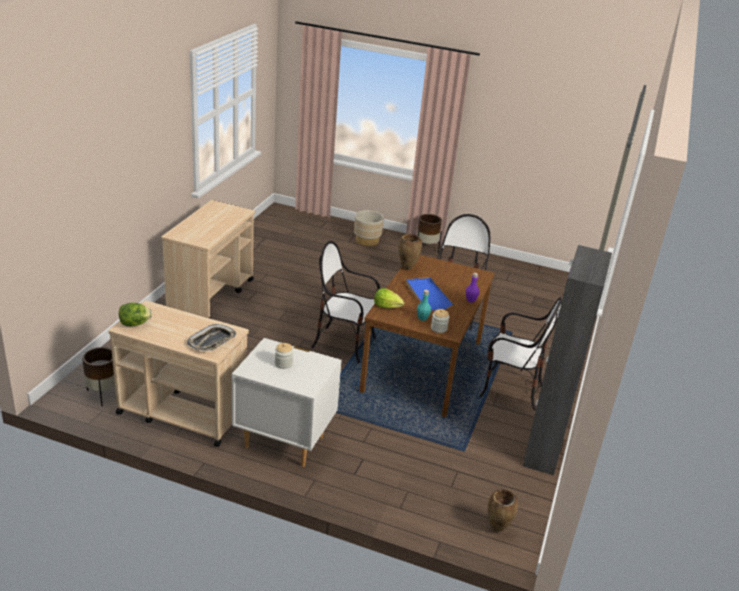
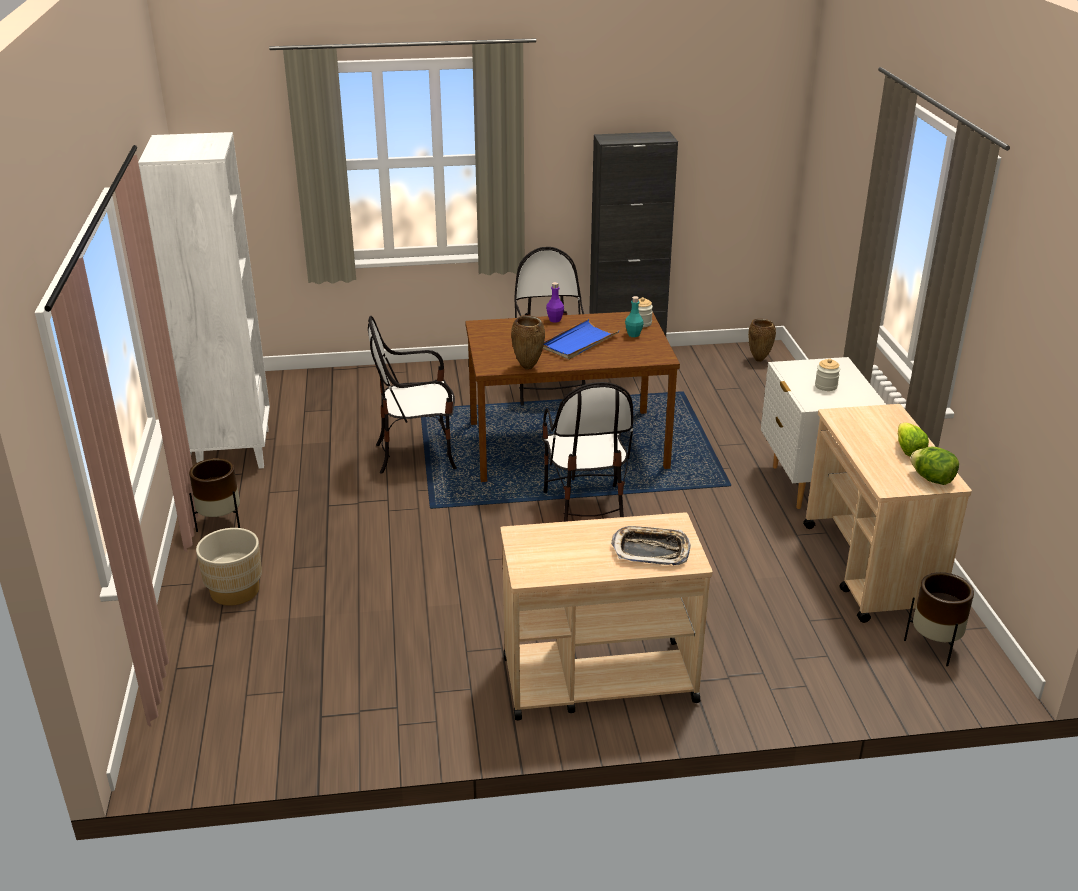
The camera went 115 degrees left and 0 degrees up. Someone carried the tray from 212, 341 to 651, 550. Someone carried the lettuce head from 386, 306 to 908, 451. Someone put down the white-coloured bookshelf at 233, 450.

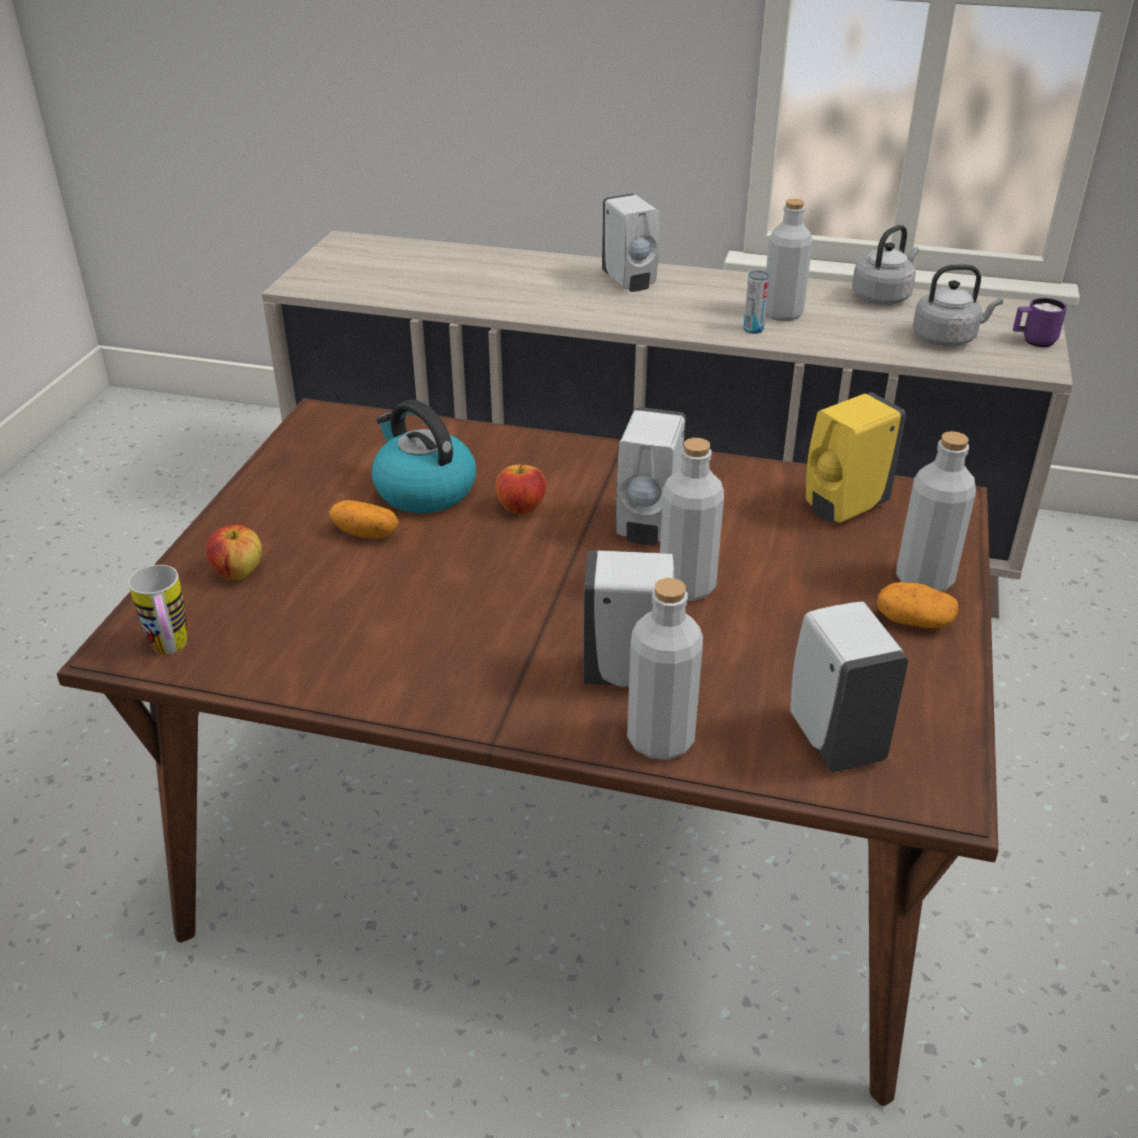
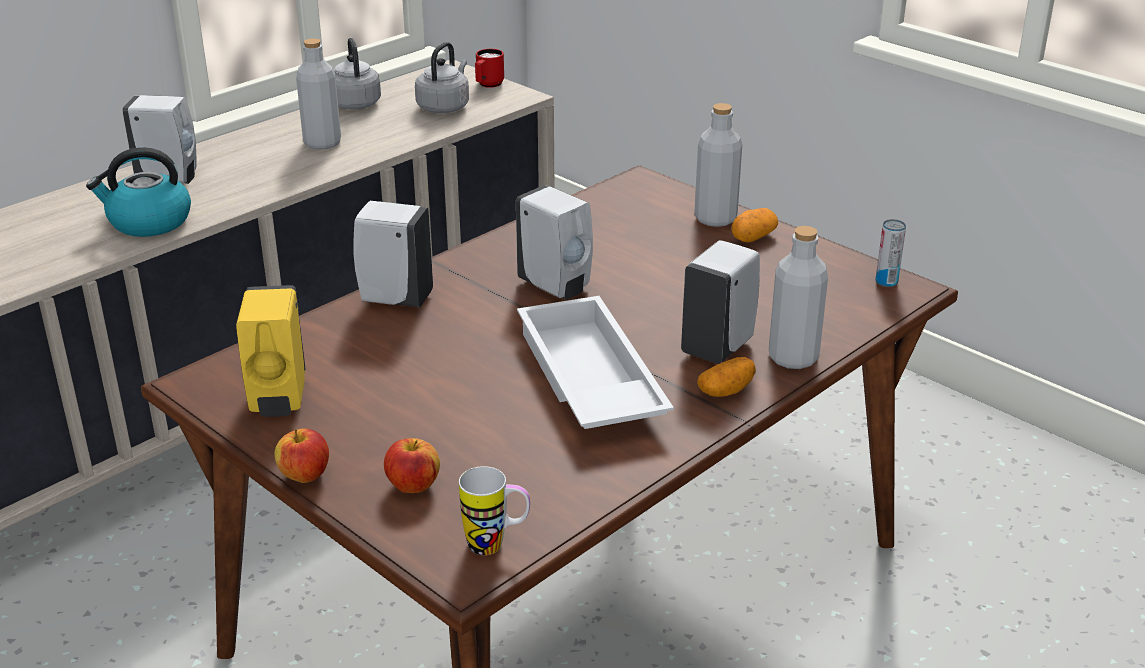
The camera went 60 degrees left and 5 degrees down. Someone carried the potato from 366, 533 to 726, 391. Someone carried the water kettle from 423, 490 to 148, 222. Someone carried the apple from 521, 508 to 305, 476. Someone took away the greyish beverage bottle at 686, 586. Someone carried the metal can from 753, 329 to 886, 282. Someone carried the white-coloured soap dispenser from 833, 737 to 393, 299. Someone carried the yellowish soap dispenser from 842, 508 to 278, 399. Someone repainted the purplish coffee mug at 1033, 341, which became the red-coloured coffee mug at 488, 85. Someone put down the white-coloured tray at 586, 380.

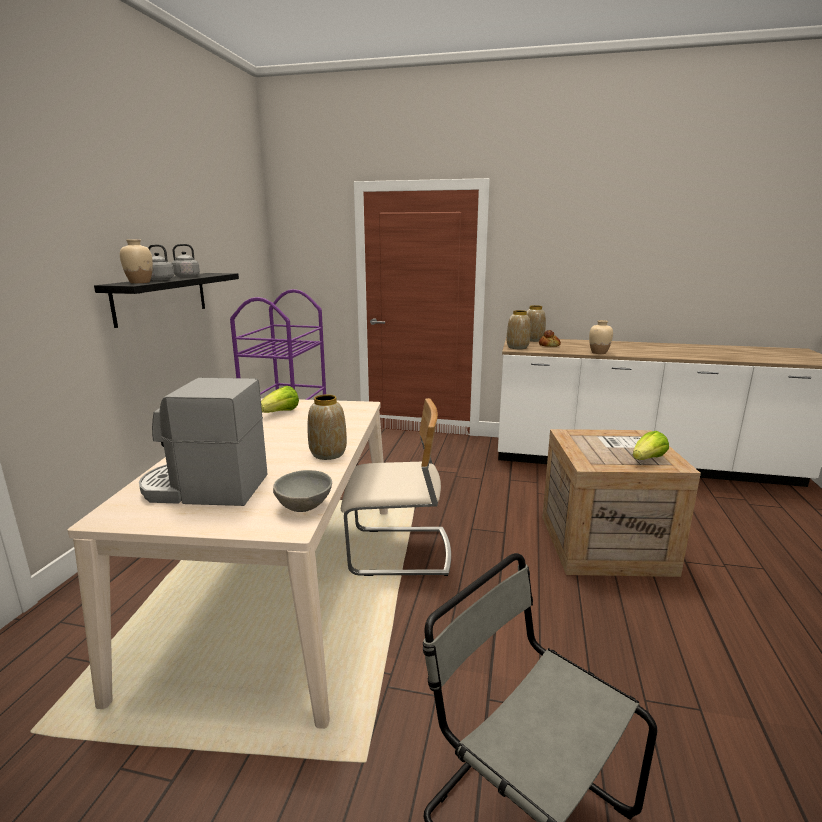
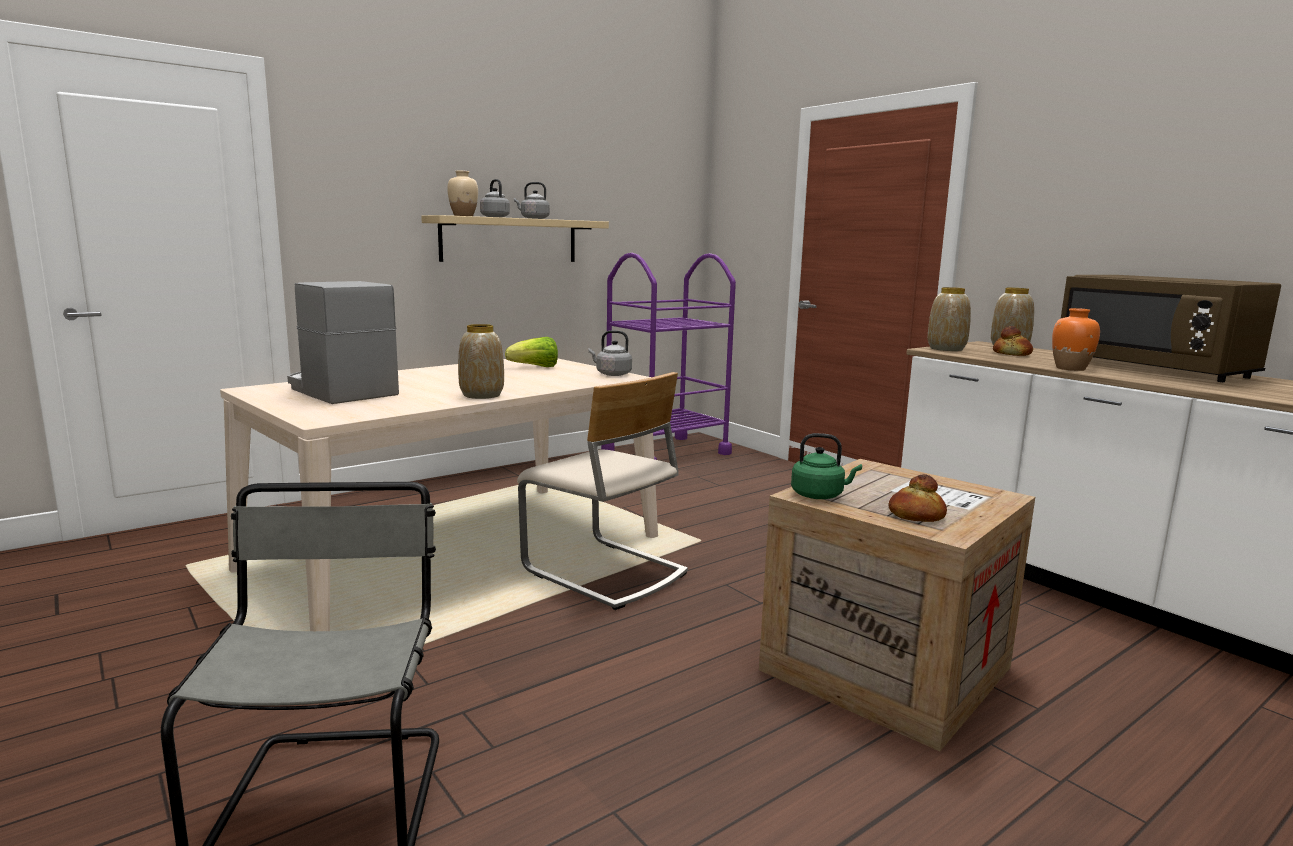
The camera went 40 degrees right and 5 degrees down. Someone repainted the black wall shelf at 161, 297, which became the beige-coloured wall shelf at 509, 240. Someone took away the greyish deep dish at 305, 507. Someone repainted the beige-coloured vase at 599, 352, which became the orange vase at 1070, 368. Someone swapped the lettuce head at 648, 459 for the bread at 916, 515. Someone put down the greyish water kettle at 611, 374. Someone put down the green water kettle at 820, 495. Someone put down the brown-coloured kitchen microwave at 1154, 369.

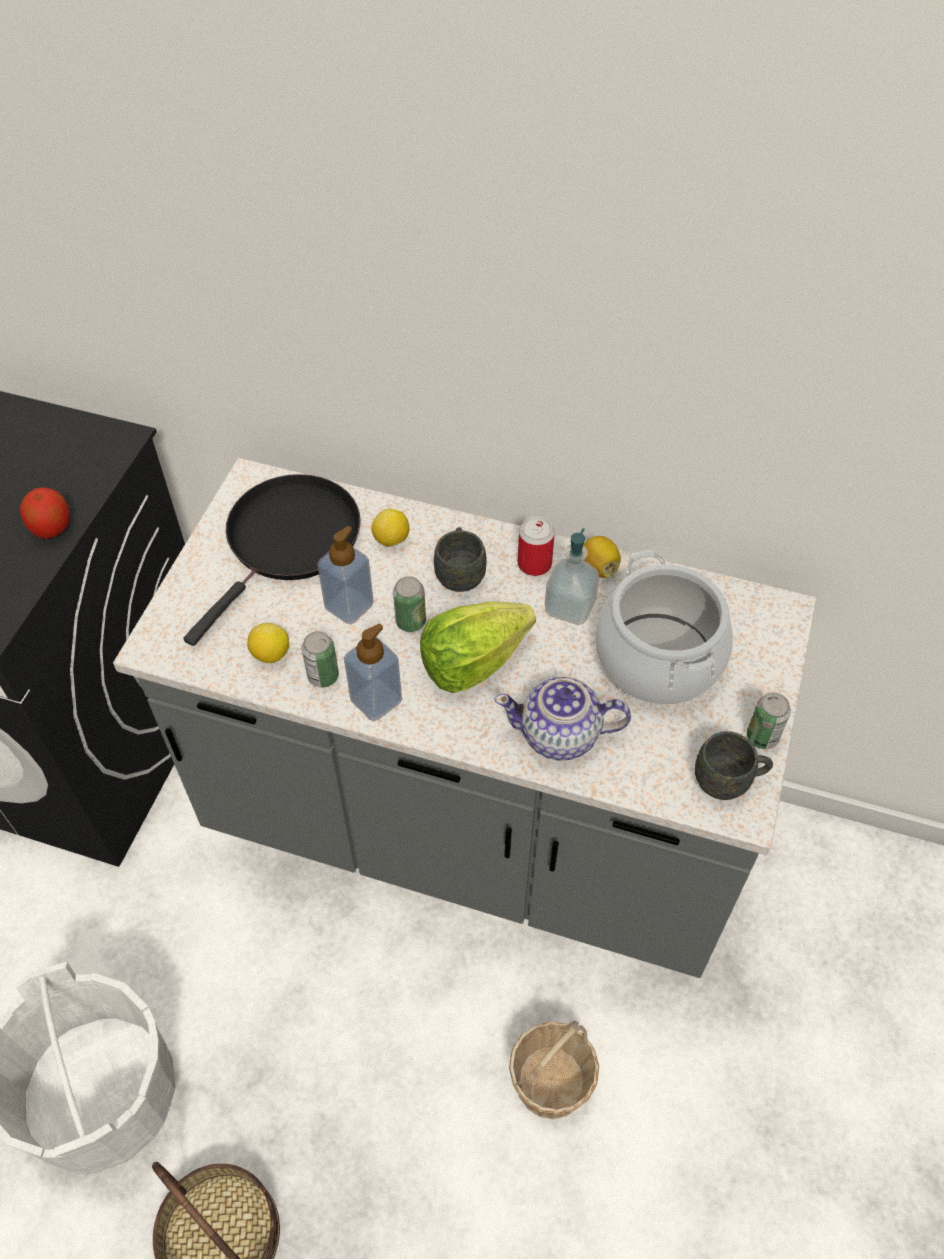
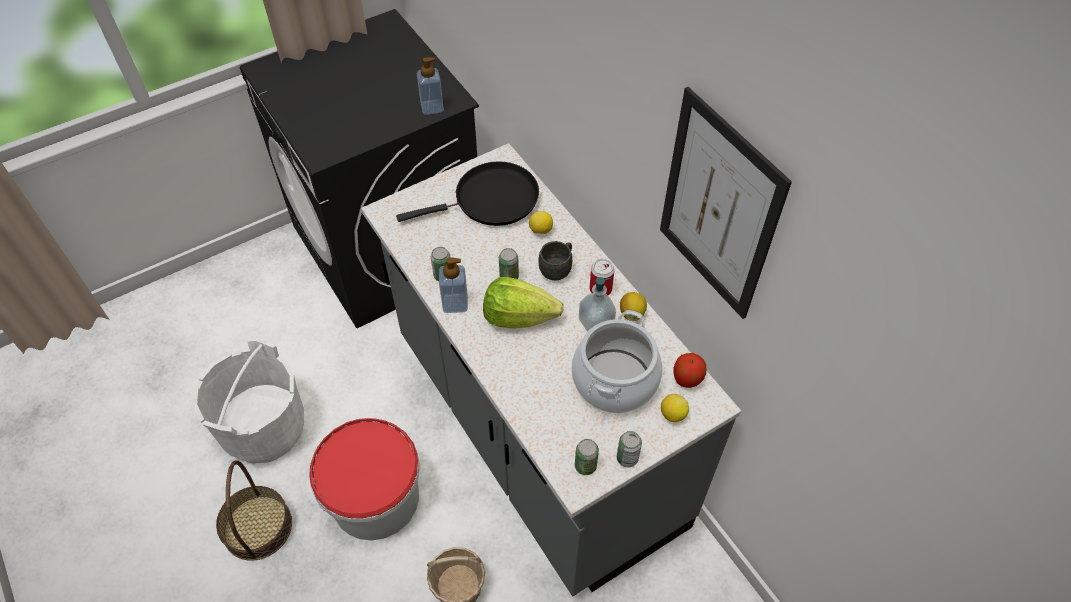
The camera went 40 degrees right and 0 degrees up. Someone carried the apple from 52, 529 to 687, 379. Someone carried the lemon from 270, 654 to 672, 414. Someone carried the soap dispenser from 349, 606 to 432, 107. Someone took away the teapot at 560, 735. Someone swapped the greyish coffee mug at 729, 780 for the metal can at 585, 466. Someone put down the water bucket at 375, 498. Someone put up the wall art at 718, 208.

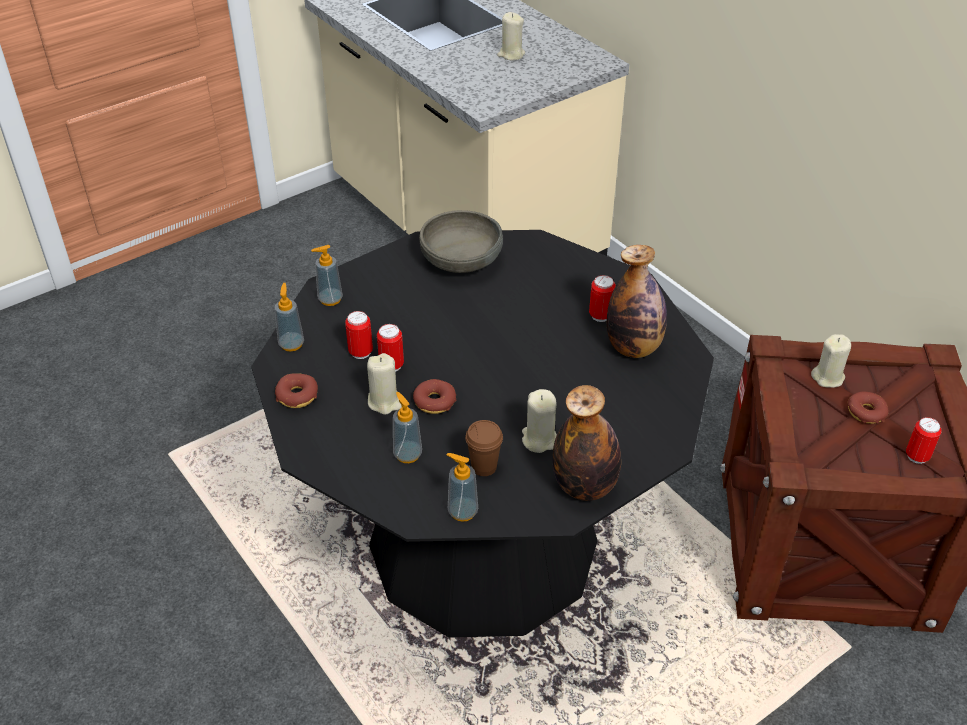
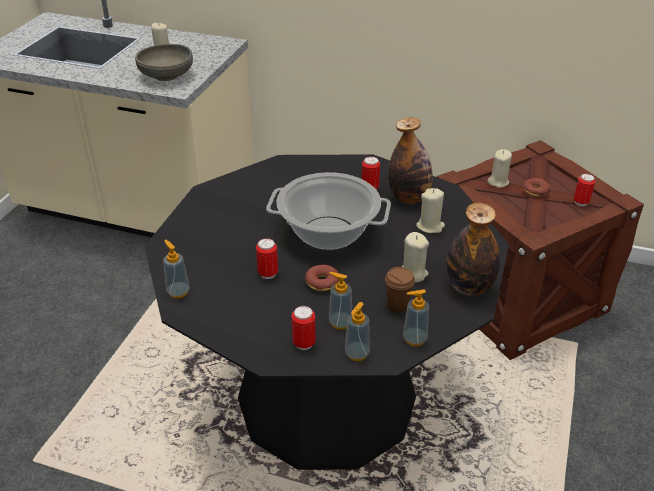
The camera went 35 degrees left and 5 degrees down. Someone took away the ring doughnut at 297, 396. Someone carried the soap dispenser from 330, 299 to 357, 354. Someone carried the metal can from 360, 352 to 304, 343. Someone carried the beige-coloured wax light from 385, 402 to 430, 226. Someone carried the greyish deep dish from 461, 261 to 166, 76. Someone put down the stockpot at 329, 233.

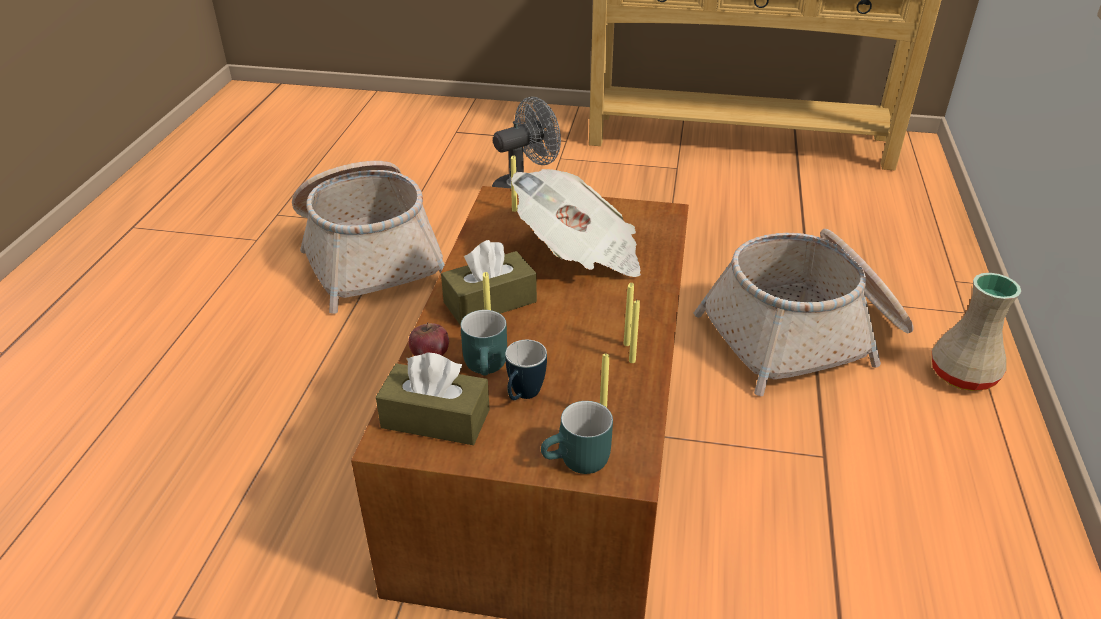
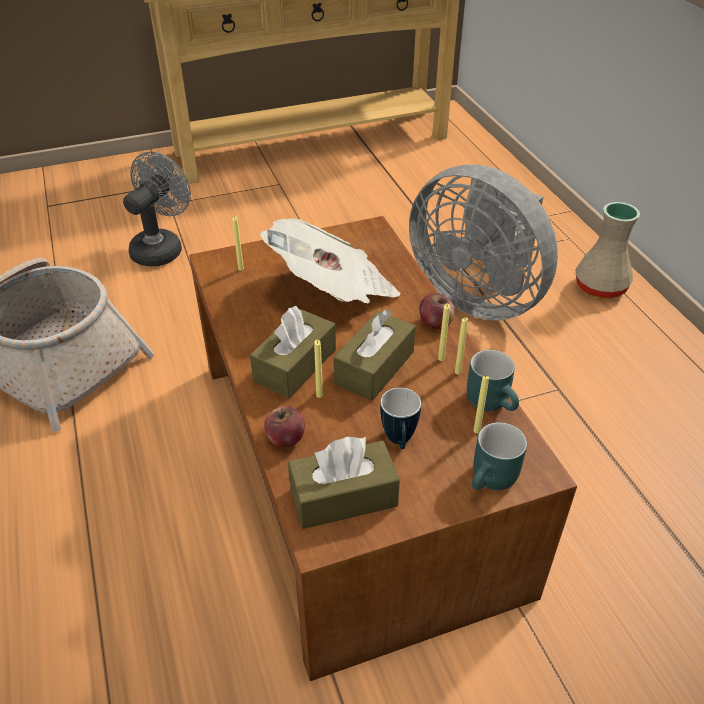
The camera went 30 degrees left and 5 degrees up. Someone carried the turquoise-coloured coffee mug from 488, 366 to 493, 401. Someone swapped the household basket at 805, 335 for the greyish electric fan at 477, 296. Someone put down the brown-coloured tissue holder at 374, 367. Someone put down the apple at 436, 323.

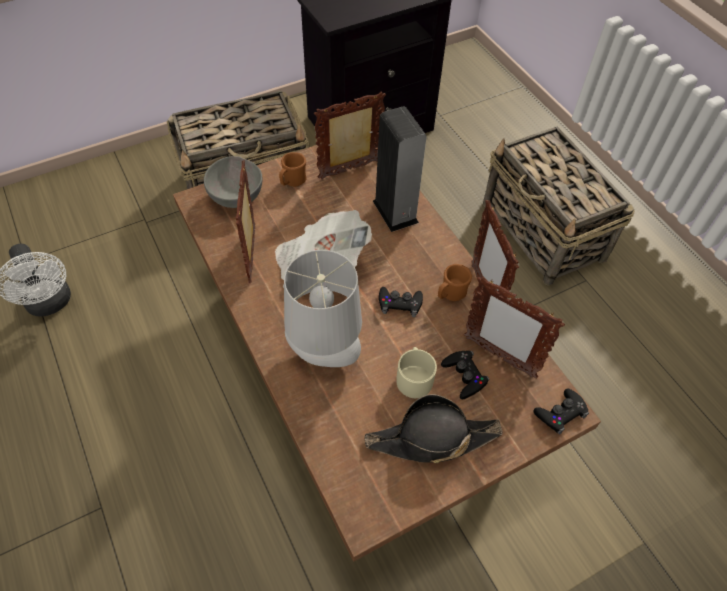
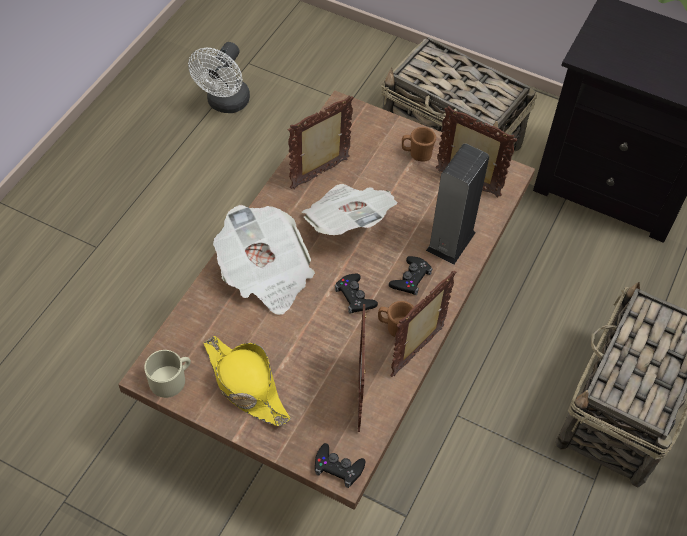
The camera went 55 degrees right and 0 degrees up. Someone took away the greyish deep dish at 237, 195. Someone swapped the greyish tabletop lamp at 325, 355 for the newspaper at 266, 274. Someone repainted the black hat at 431, 439, which became the yellowish hat at 245, 384. Someone carried the beige-coloured coffee mug from 414, 377 to 171, 379. Someone carried the black game controller from 464, 376 to 410, 279.

